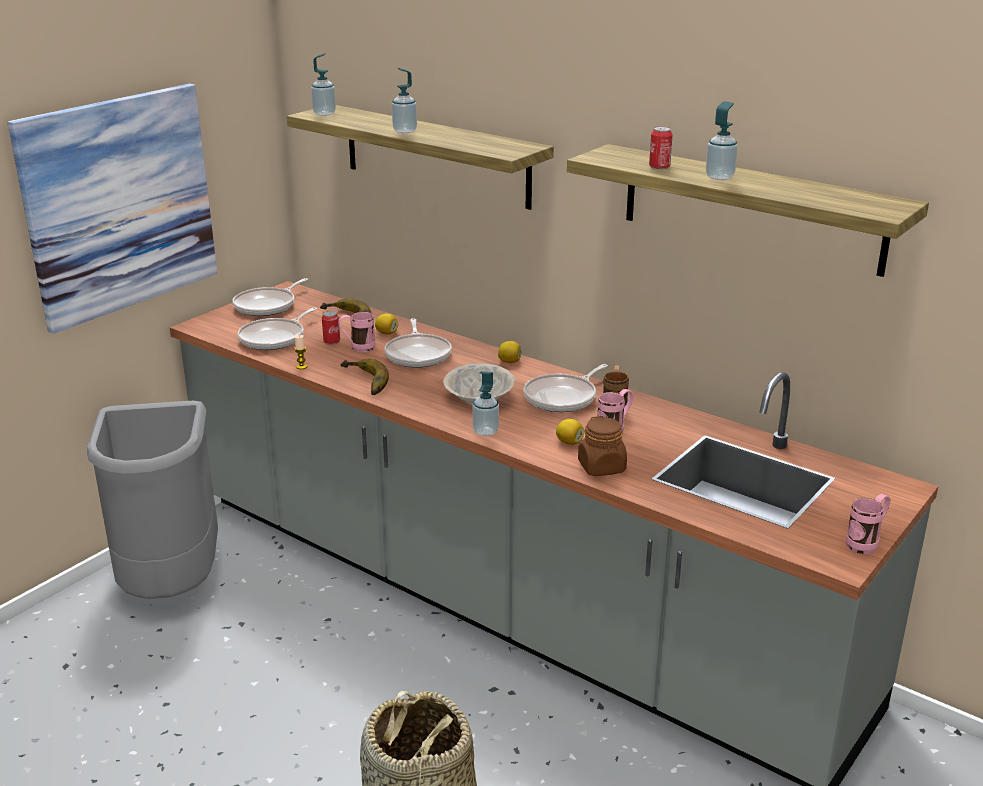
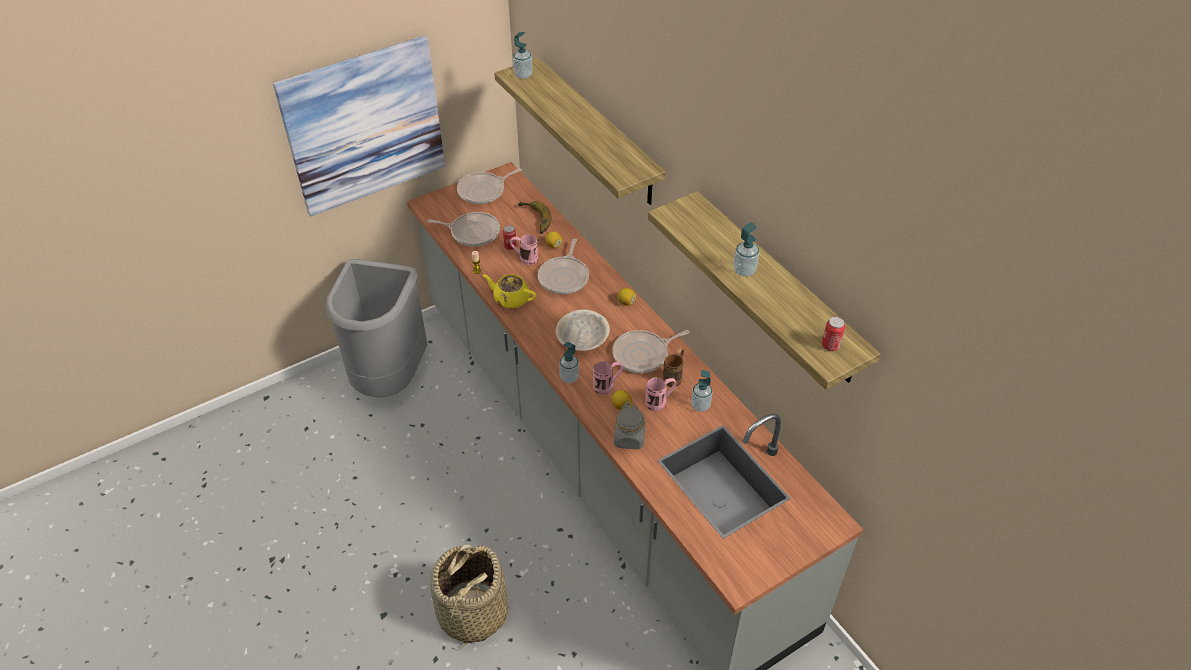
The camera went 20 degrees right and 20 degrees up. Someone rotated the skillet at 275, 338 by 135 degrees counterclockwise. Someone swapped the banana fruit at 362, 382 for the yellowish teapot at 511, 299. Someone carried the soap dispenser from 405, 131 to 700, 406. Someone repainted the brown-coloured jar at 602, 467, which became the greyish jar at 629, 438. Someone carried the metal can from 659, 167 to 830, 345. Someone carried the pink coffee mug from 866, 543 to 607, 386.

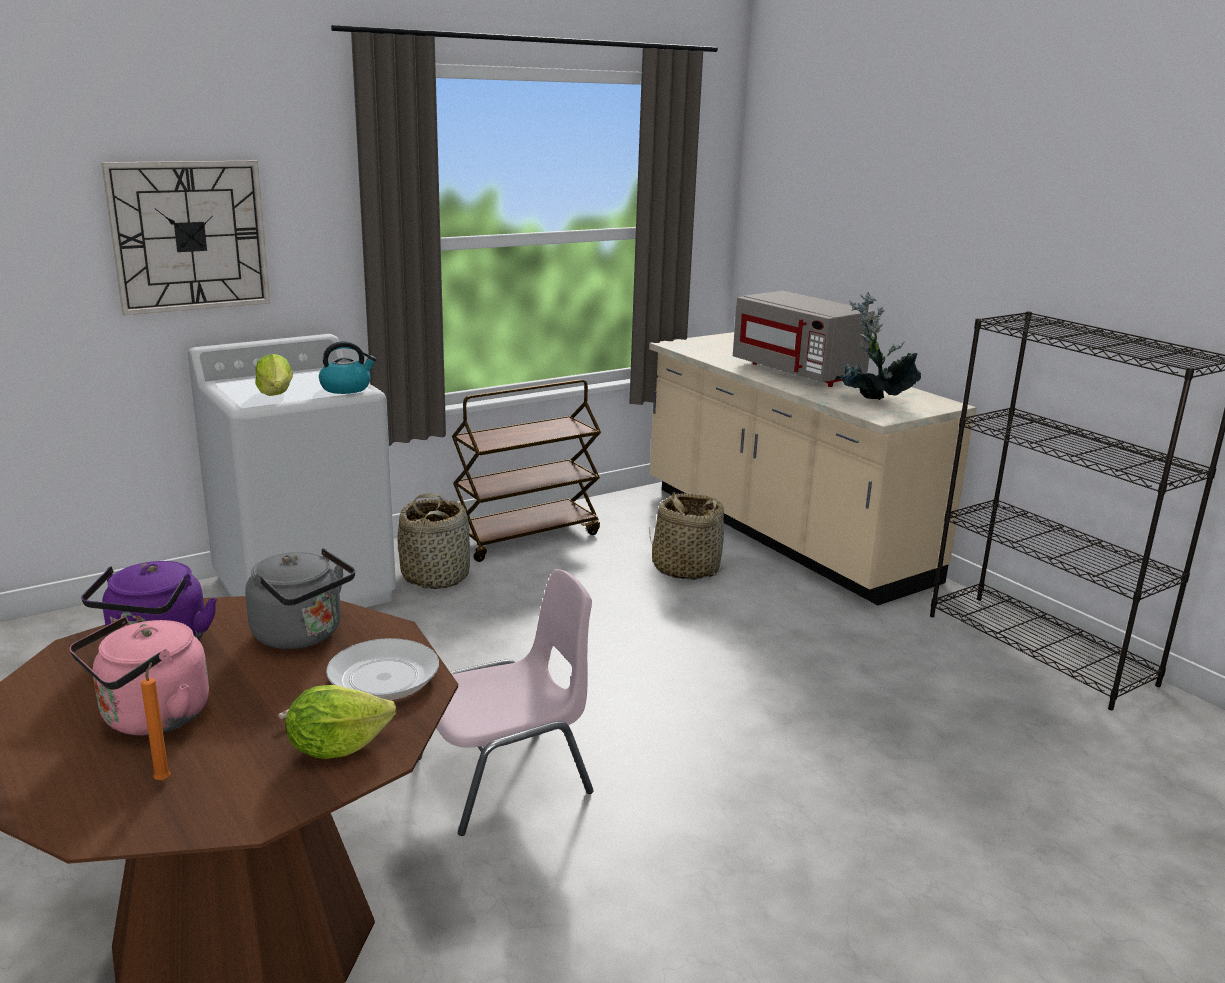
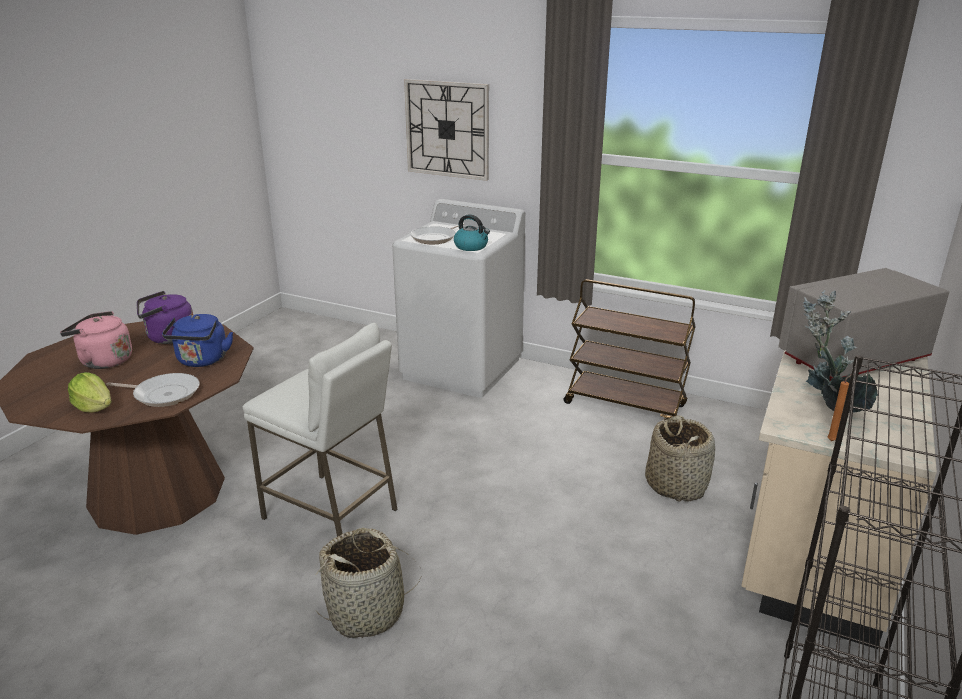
The camera went 60 degrees right and 5 degrees up. Someone carried the orange wax light from 164, 779 to 832, 440. Someone repainted the greyish water kettle at 302, 635, which became the blue-coloured water kettle at 202, 361. Someone swapped the lettuce head at 276, 394 for the skillet at 435, 238. Someone carried the household basket from 436, 576 to 367, 612. Someone swapped the pink chair at 506, 776 for the white-coloured stool at 331, 513. Someone rotated the greyish kitchen microwave at 799, 372 by 45 degrees clockwise.

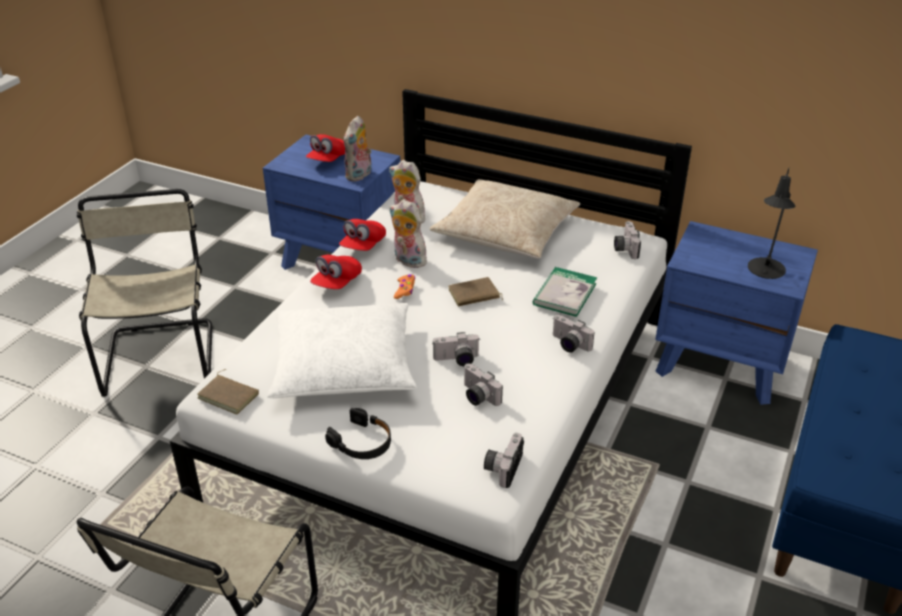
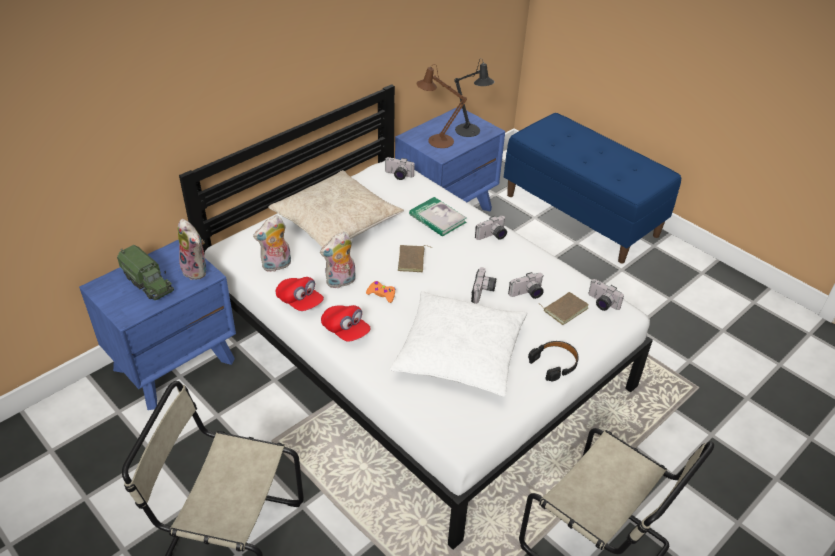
The camera went 70 degrees left and 5 degrees up. Someone carried the brown-coloured volume from 230, 395 to 564, 309. Someone swapped the red-coloured peaked cap at 327, 160 for the toy truck at 148, 283. Someone put down the brown-coloured tabletop lamp at 437, 141.

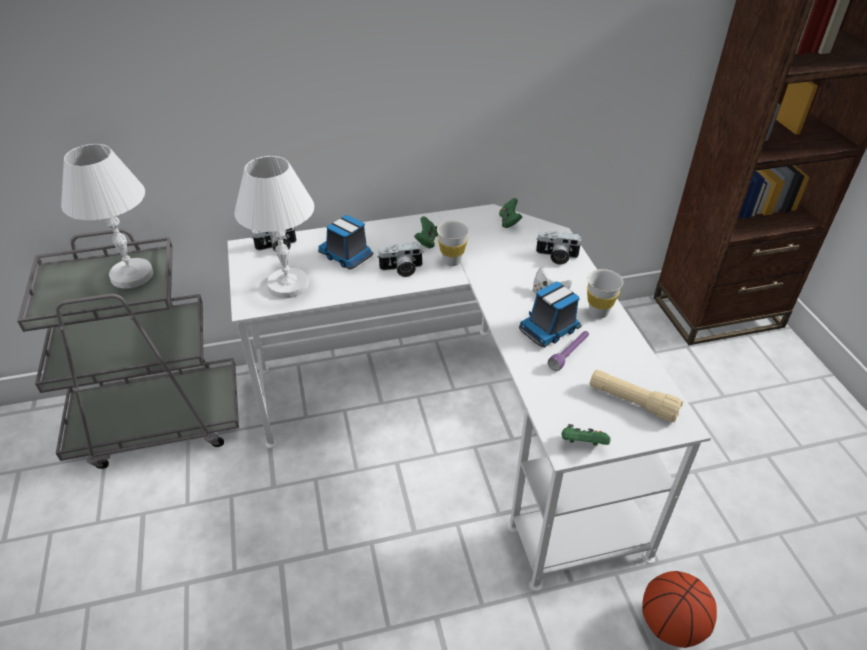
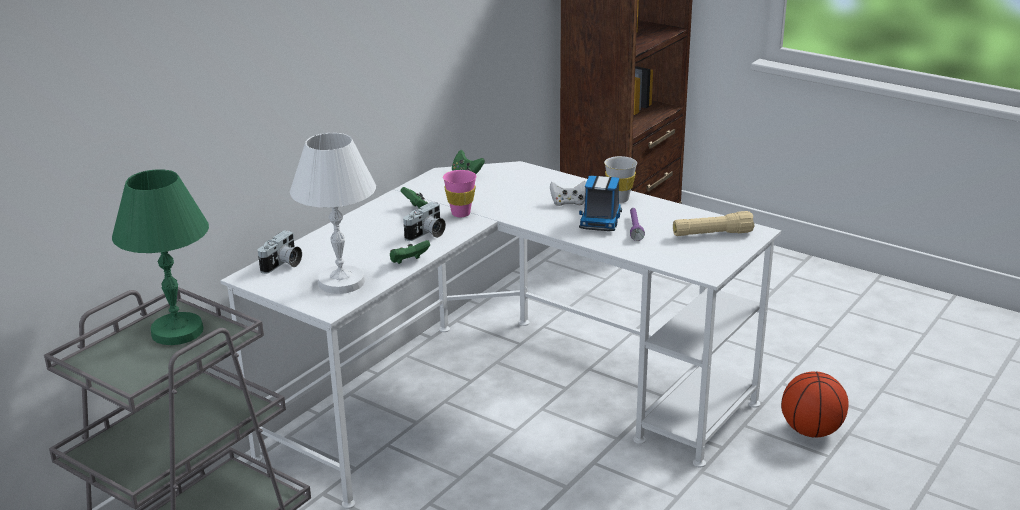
The camera went 40 degrees left and 15 degrees down. Someone repainted the white-coloured tabletop lamp at 131, 275, which became the green tabletop lamp at 177, 332. Someone took away the toy truck at 346, 255. Someone repainted the white-coloured drinking cup at 452, 261, which became the pink drinking cup at 461, 213. Someone took away the still camera at 556, 256. Someone carried the green game controller from 582, 444 to 408, 262.

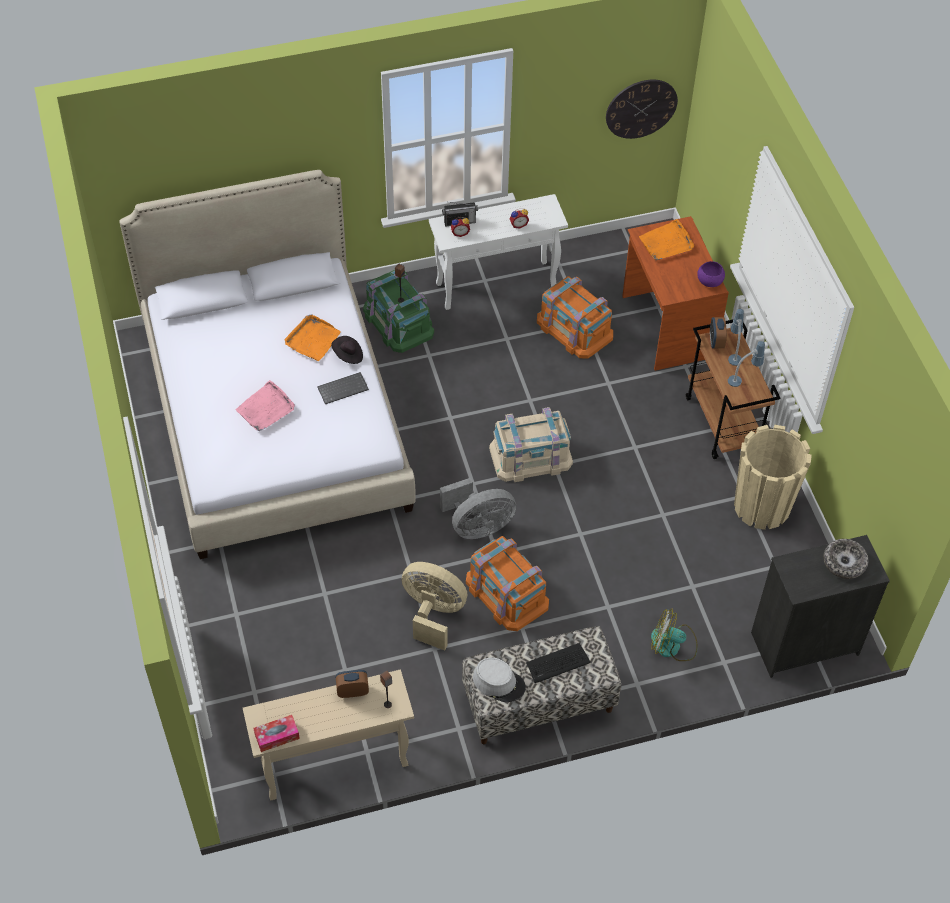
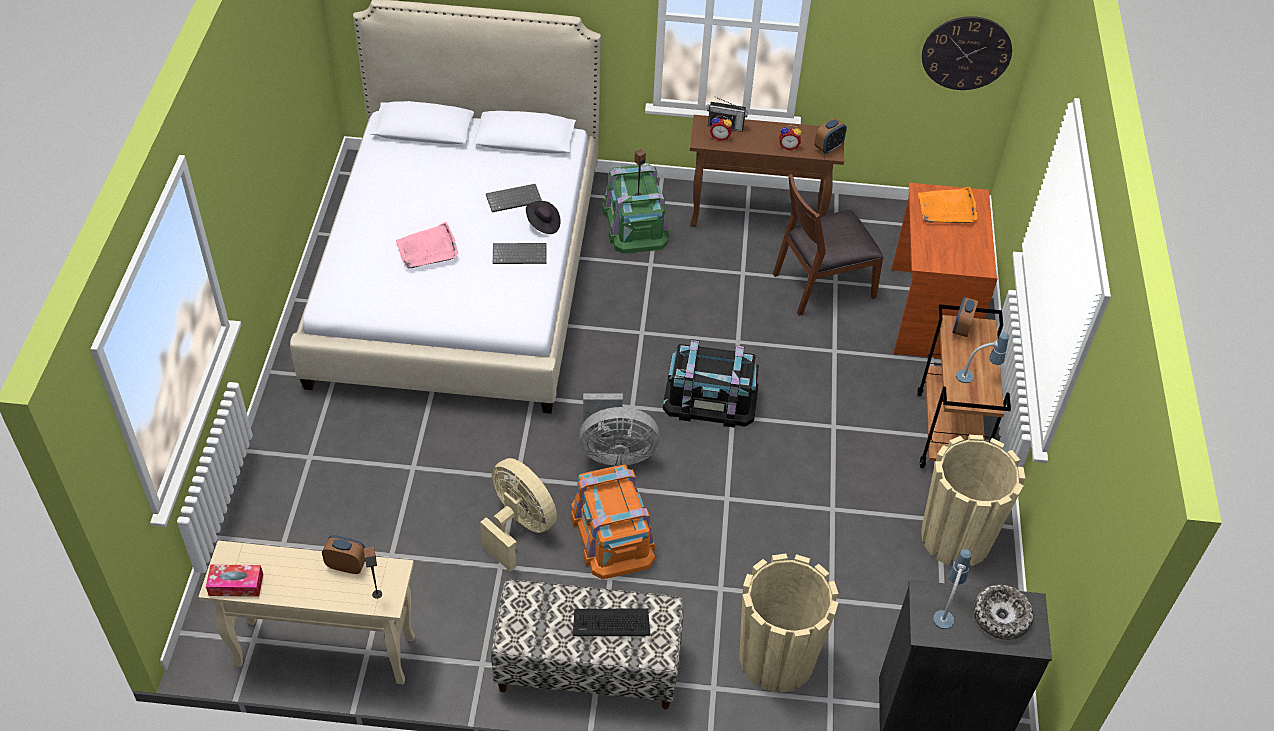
The camera went 20 degrees right and 5 degrees down. Someone swapped the orange tray at 312, 340 for the keyboard at 514, 198. Someone repainted the white-coloured hall table at 497, 285, which became the brown-coloured hall table at 758, 218. Someone took away the greyish hat at 499, 682. Someone repainted the beige-coloured storage box at 530, 456, which became the black storage box at 710, 399. Someone swapped the orange storage box at 574, 328 for the brown-coloured chair at 822, 284. Someone swapped the electric fan at 672, 645 for the beige-coloured flower pot at 776, 659. Someone took away the purplish deep dish at 709, 282. Someone carried the tabletop lamp from 734, 352 to 946, 608. Someone put down the alarm clock at 828, 148.

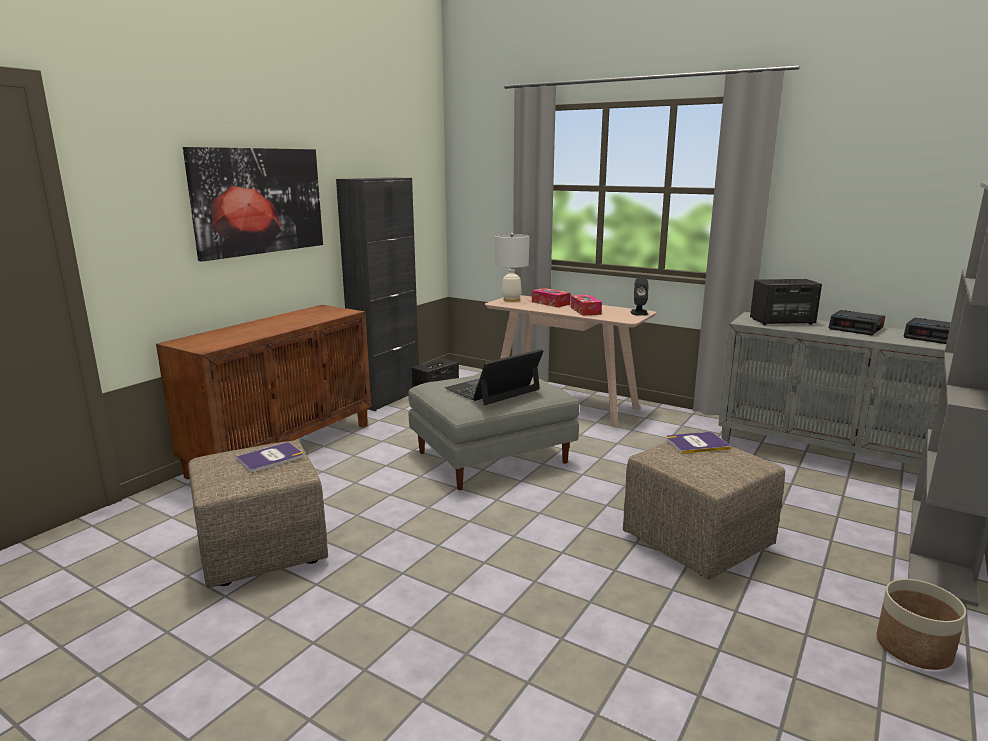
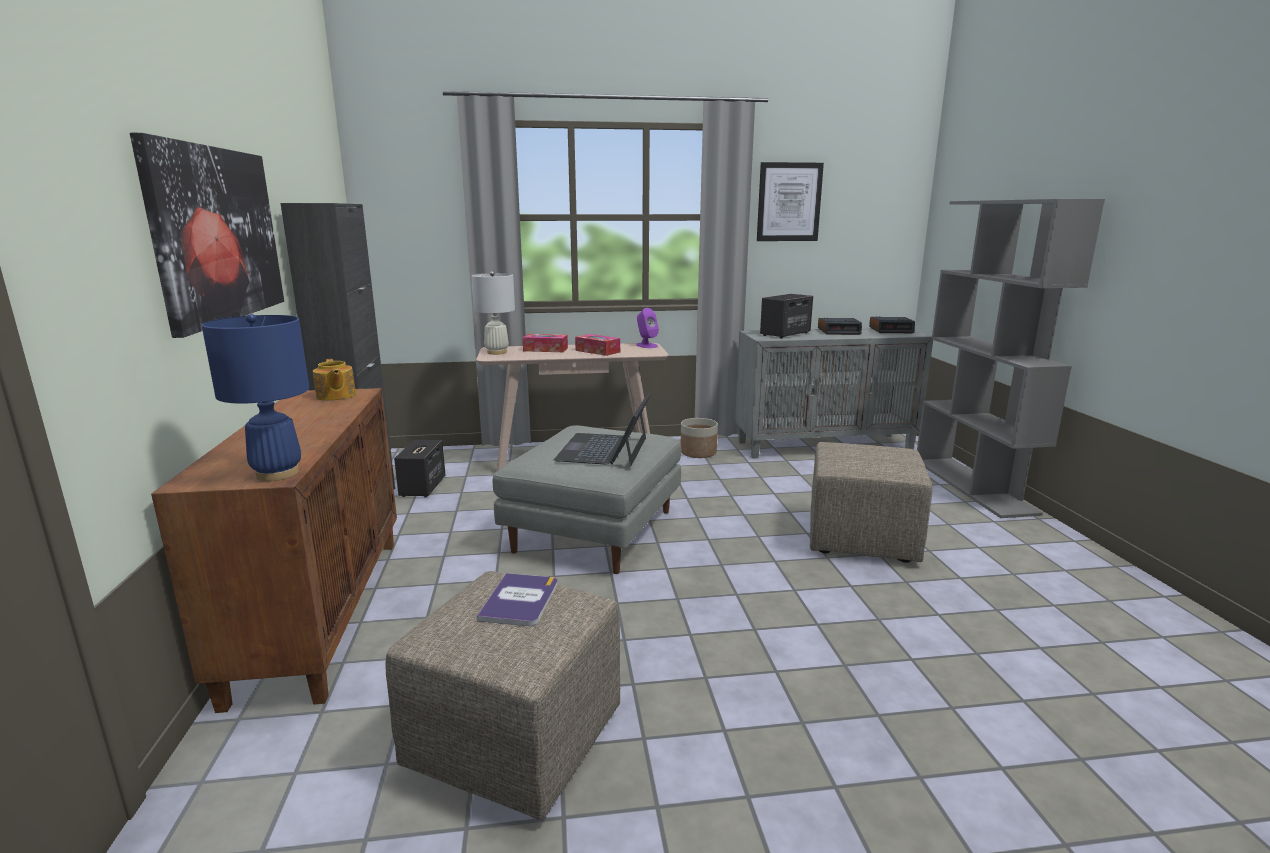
The camera went 40 degrees left and 0 degrees up. Someone repainted the black loudspeaker at 639, 312, which became the purplish loudspeaker at 646, 345. Someone took away the volume at 697, 444. Someone carried the flower pot from 914, 648 to 698, 453. Someone put down the blue-coloured tabletop lamp at 278, 473. Someone put down the teapot at 335, 396. Someone put up the wall art at 789, 202.

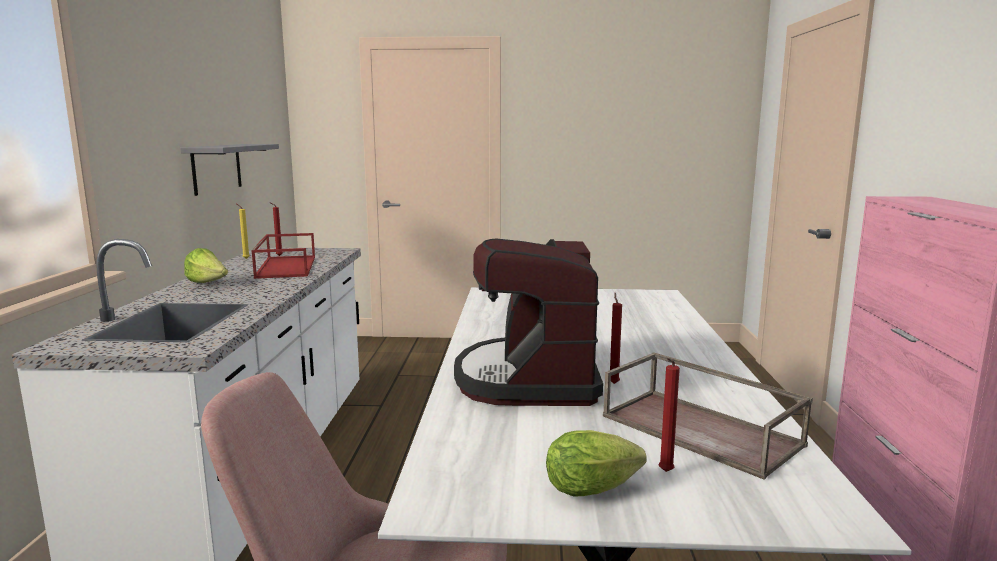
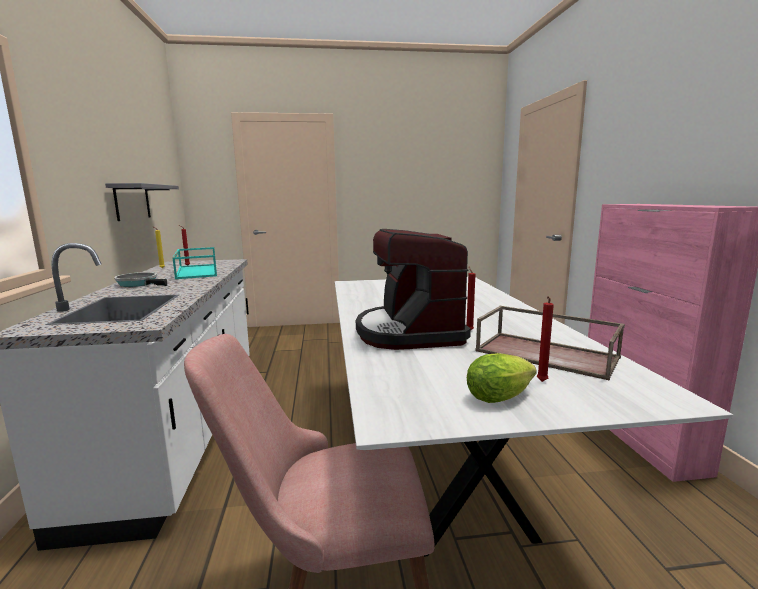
The camera went 10 degrees left and 0 degrees up. Someone swapped the lettuce head at 209, 284 for the skillet at 140, 284. Someone repainted the red-coloured tray at 285, 267, which became the turquoise-coloured tray at 196, 271.

